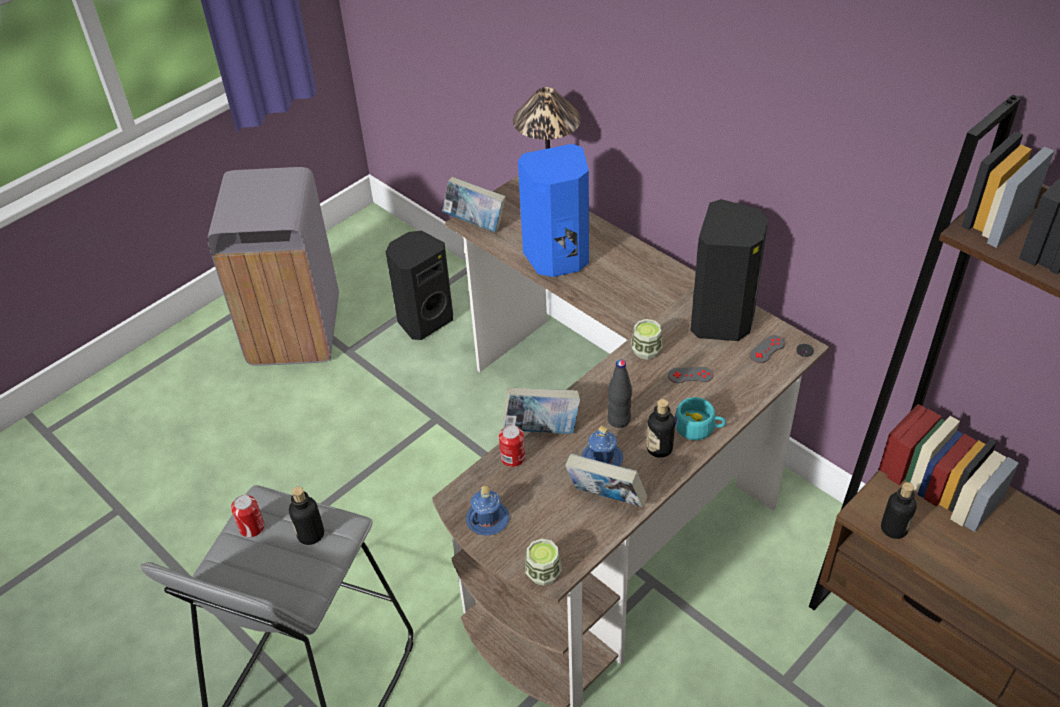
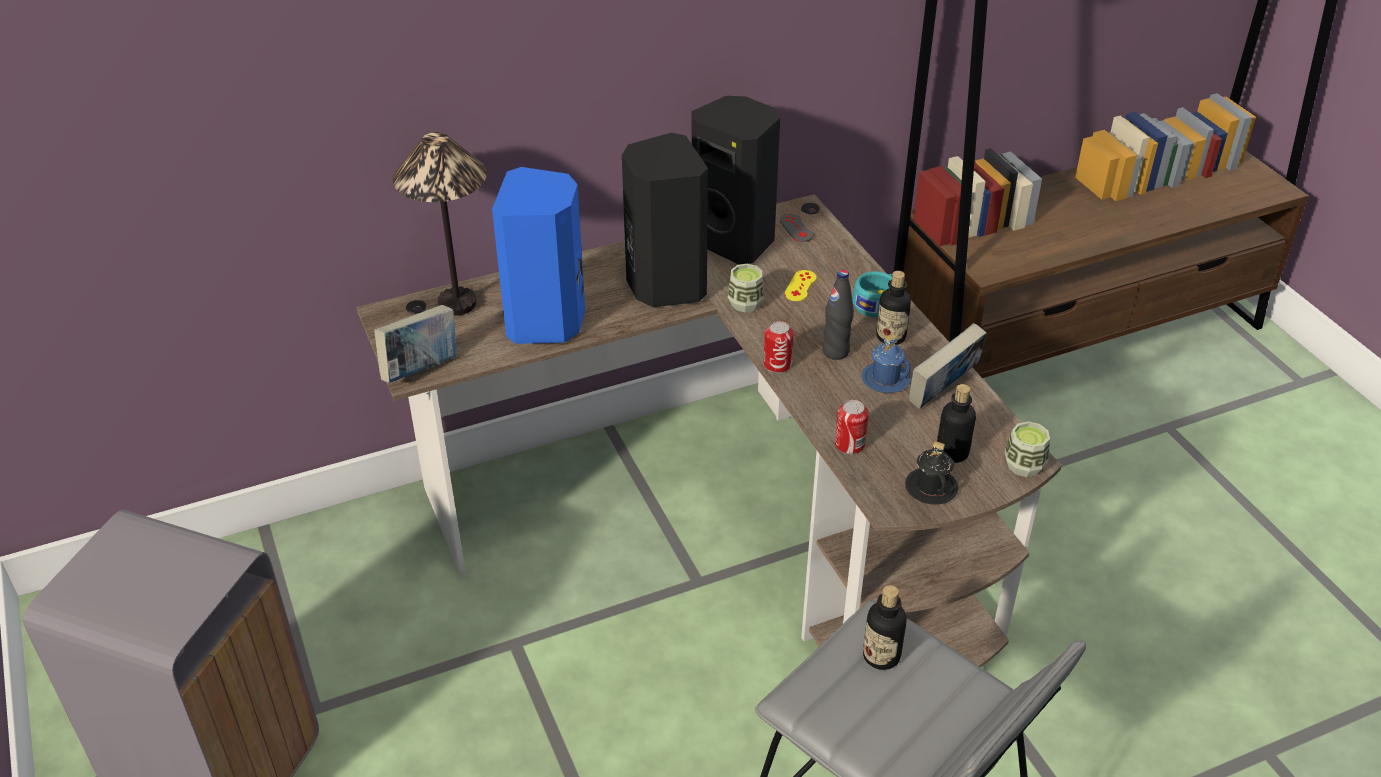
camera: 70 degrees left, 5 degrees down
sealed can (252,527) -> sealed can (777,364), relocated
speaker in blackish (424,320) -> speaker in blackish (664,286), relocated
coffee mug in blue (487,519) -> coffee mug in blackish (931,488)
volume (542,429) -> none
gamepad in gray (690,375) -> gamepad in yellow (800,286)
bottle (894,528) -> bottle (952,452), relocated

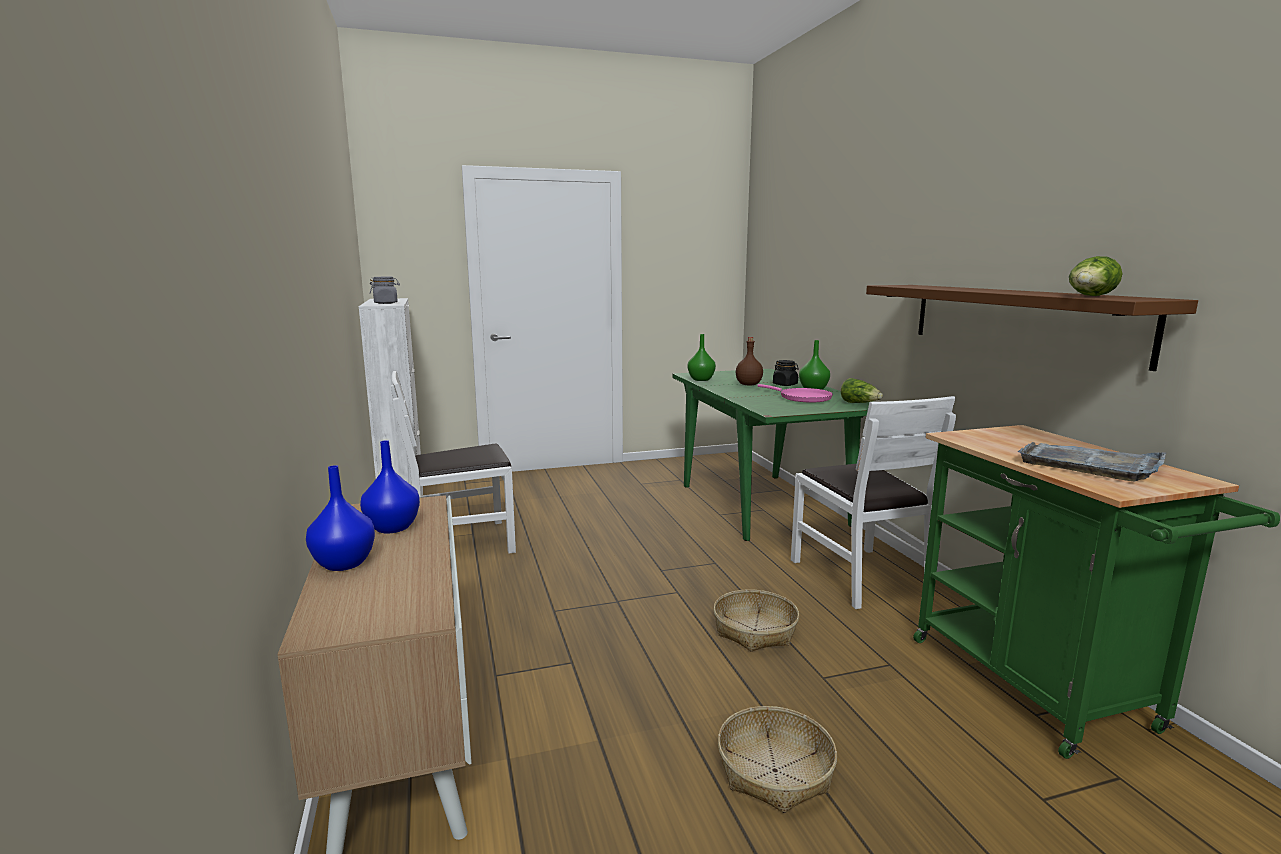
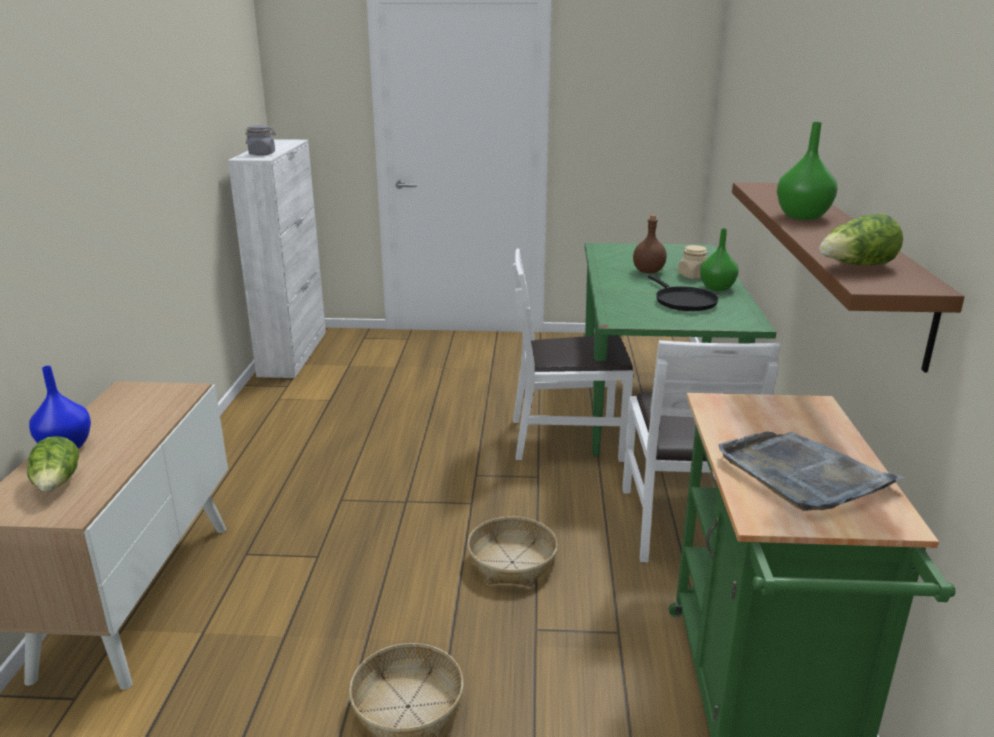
camera: 20 degrees right, 10 degrees up
flower vase in blue (391,528) -> none
chair in whitish (459,543) -> chair in whitish (567,438), relocated
flower vase in greenish (701,380) -> flower vase in greenish (802,216), relocated
pan in pink (802,398) -> pan in blackish (683,301)
preserve jar in blackish (785,384) -> preserve jar in beige-coloured (693,276)
lettuce (859,403) -> lettuce (57,484), relocated

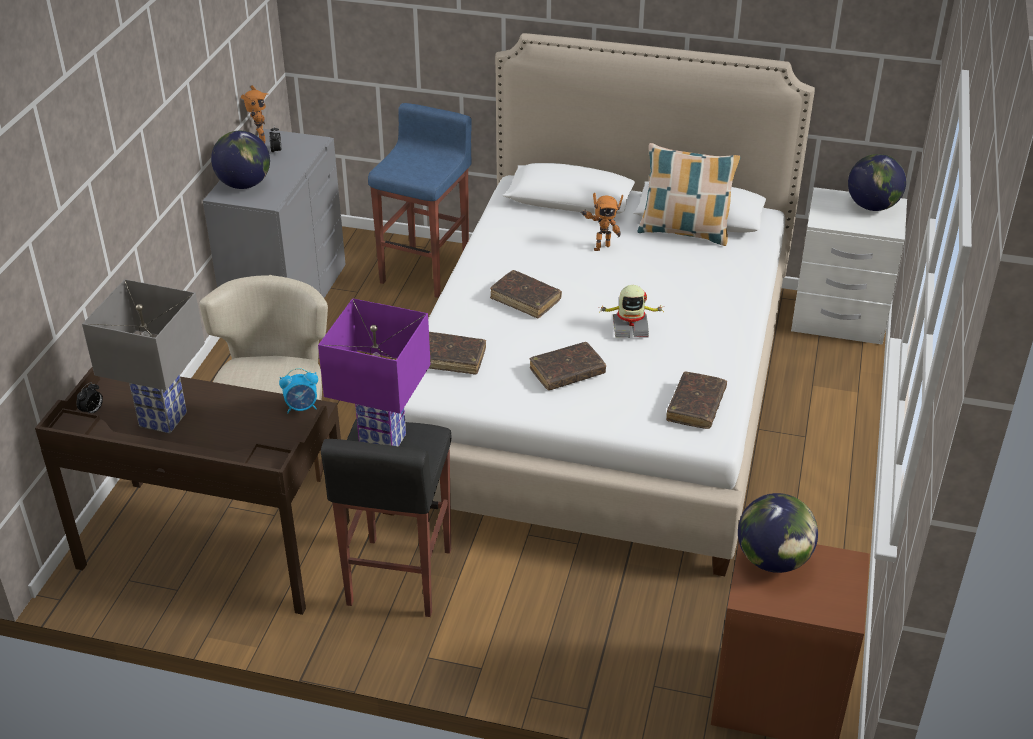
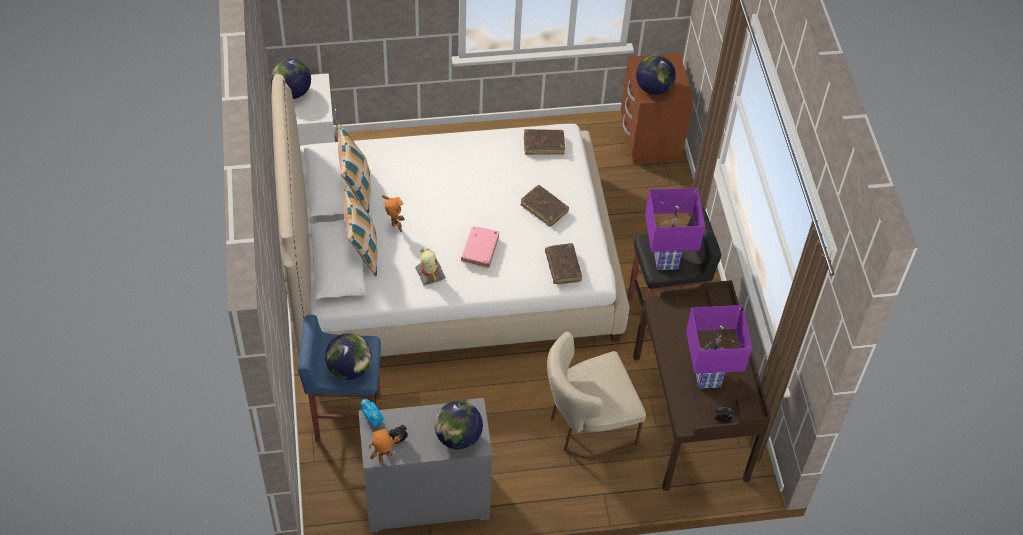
camera: 115 degrees left, 15 degrees up
tabletop lamp in gray (161,420) -> tabletop lamp in purplish (708,378)
alarm clock (302,407) -> alarm clock (372,420), relocated
volume in brown (525,300) -> volume in pink (480,250)
toy robot (630,328) -> toy robot (429,274), relocated
none -> desk globe (349,369)
none -> cushion (362,250)

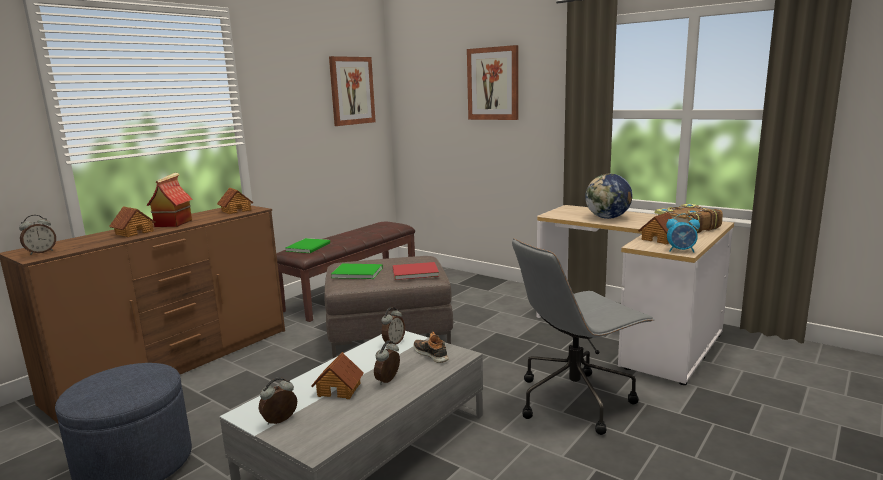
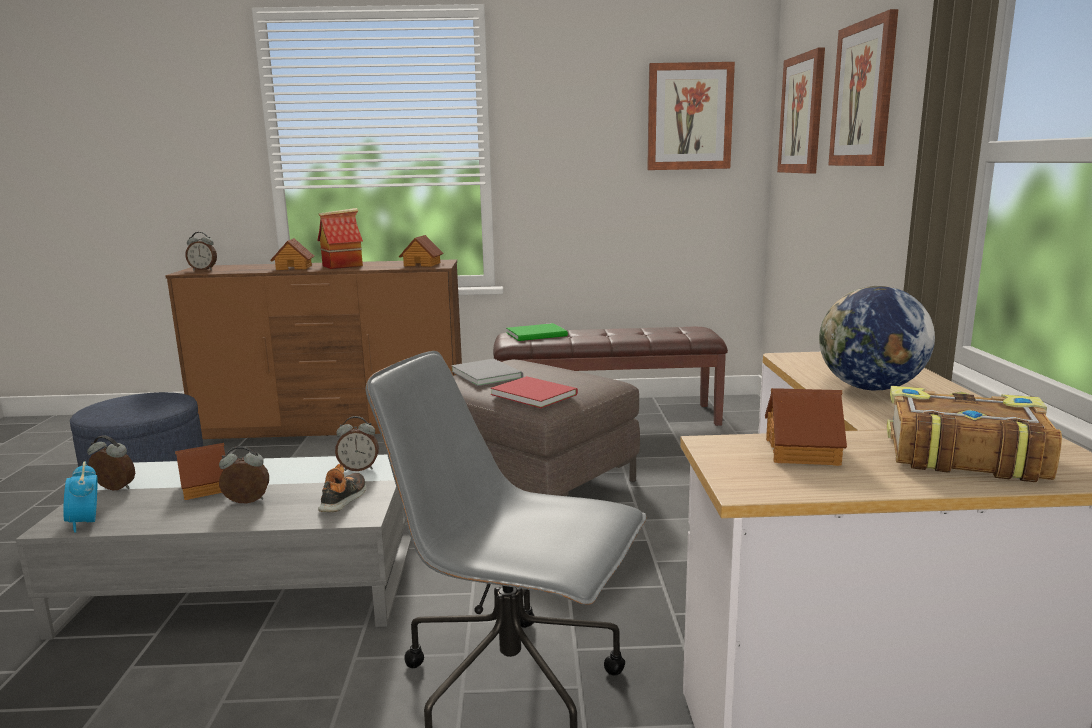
camera: 50 degrees right, 0 degrees up
volume in greenish (356,272) -> volume in gray (487,374)
alarm clock (681,250) -> alarm clock (85,523), relocated
none -> picture (802,114)

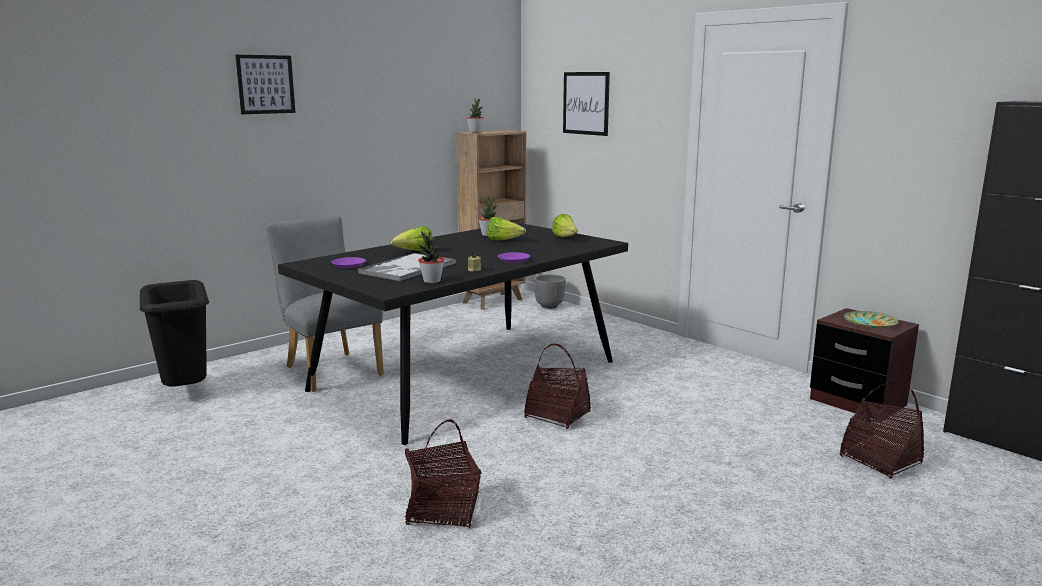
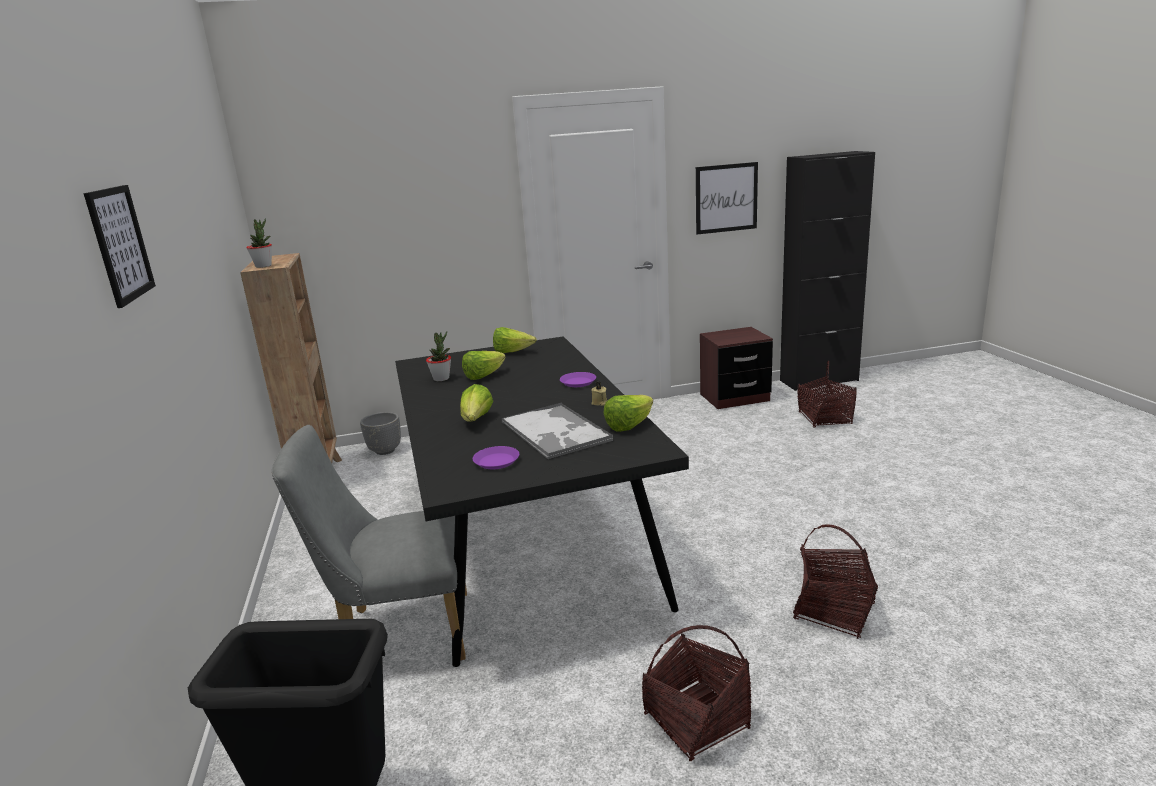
camera: 60 degrees left, 5 degrees up
potted plant (431,281) -> lettuce (629,426)
storage basket (557,415) -> storage basket (697,721), relocated
picture (586,103) -> picture (726,198), relocated
flat dish (869,323) -> none

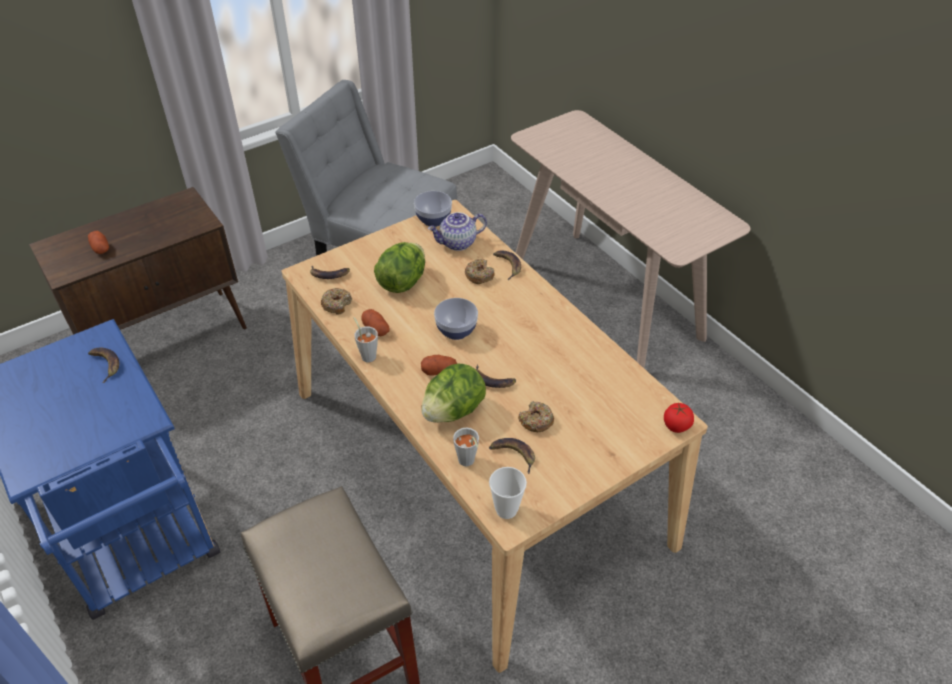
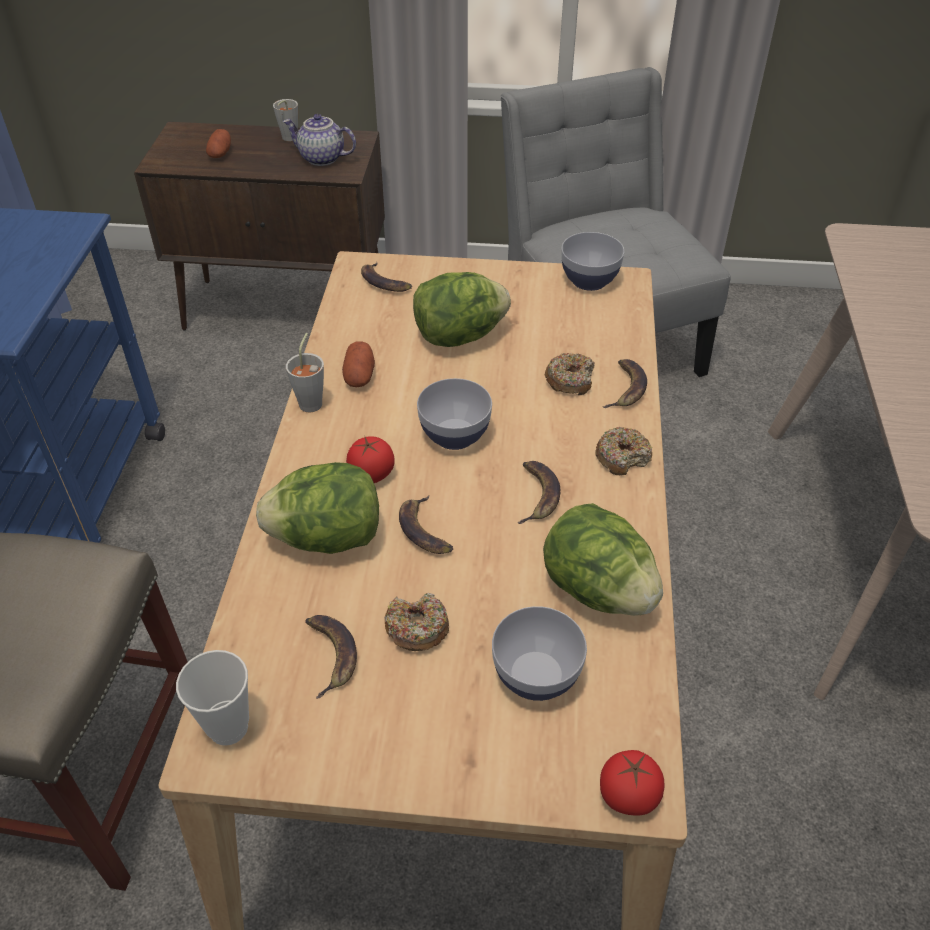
camera: 40 degrees right, 0 degrees up
banana fruit (105,364) -> banana fruit (537,494), relocated
ring doughnut (337,304) -> ring doughnut (622,457), relocated
spud (439,371) -> tomato (371,474)
pot for tea (458,243) -> pot for tea (321,159), relocated
small cup in gray (467,463) -> small cup in gray (288,139), relocated
none -> serving bowl (536,675)
none -> lettuce (597,589)

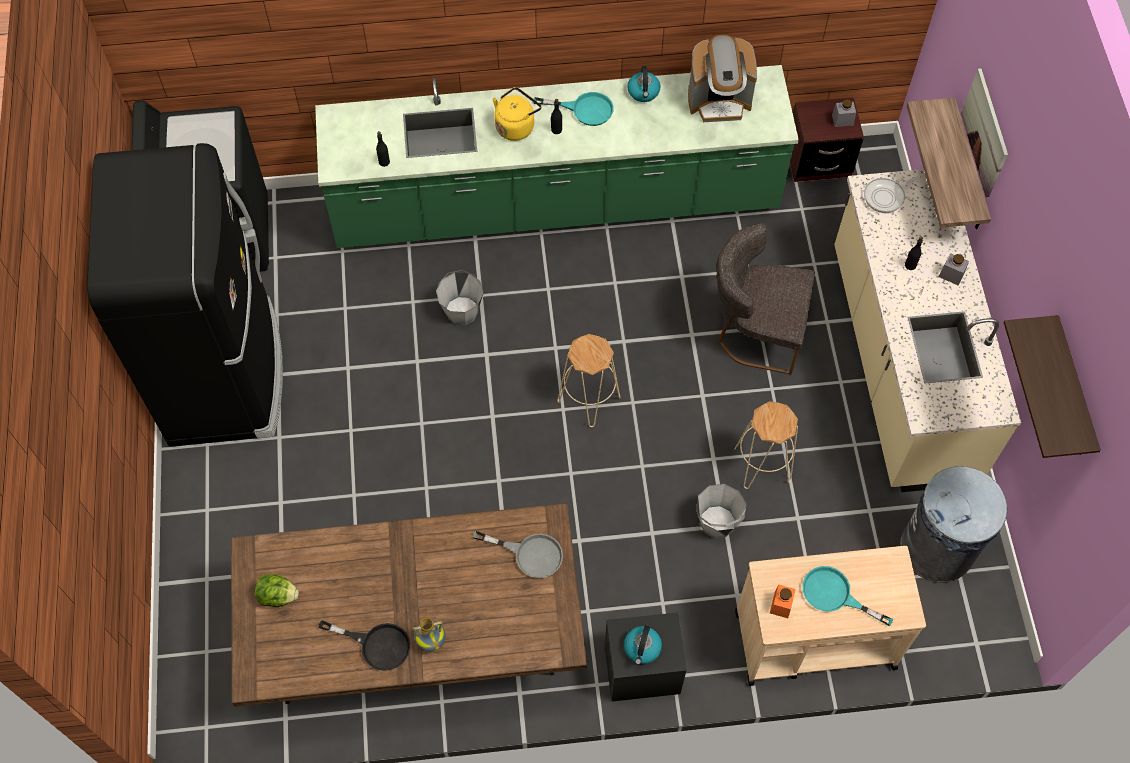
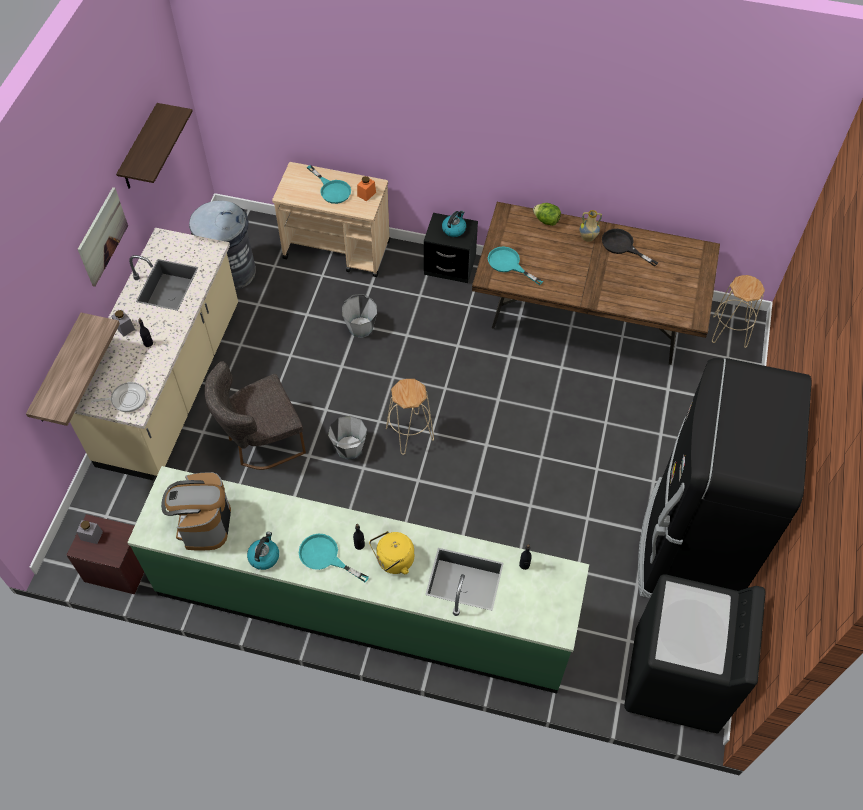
camera: 160 degrees left, 5 degrees down
lettuce (278,596) -> lettuce (546,220), relocated
bucket in gray (462,311) -> bucket in gray (349,448), relocated
pan in gray (530,554) -> pan in turquoise (508,264)
coffee maker (719,101) -> coffee maker (204,524), 105 degrees counterclockwise
chair in gray (755,332) -> chair in gray (261,442), 120 degrees clockwise
stool in beige-coloured (762,464) -> stool in beige-coloured (729,332), relocated
picture (985,132) -> picture (102,236), relocated

